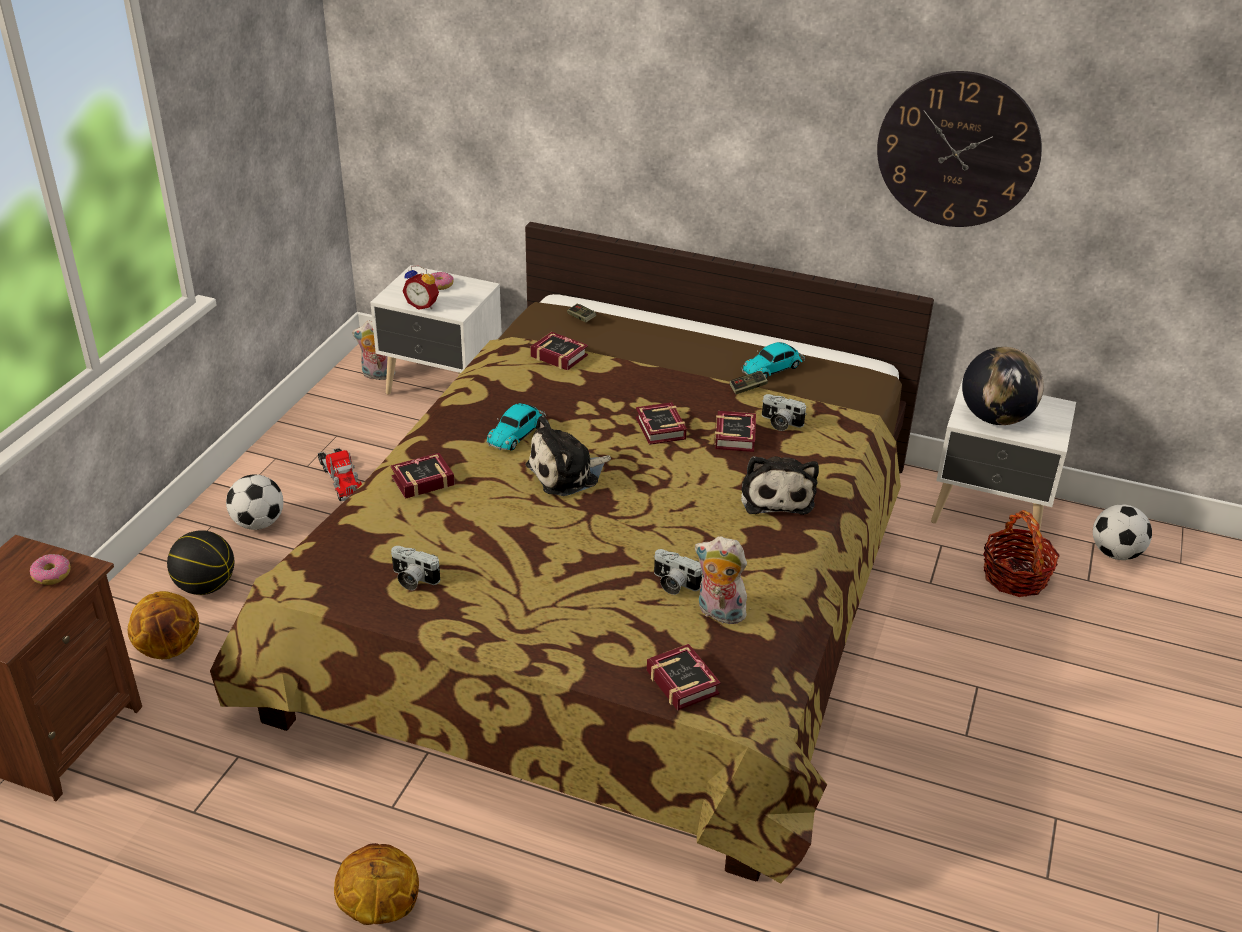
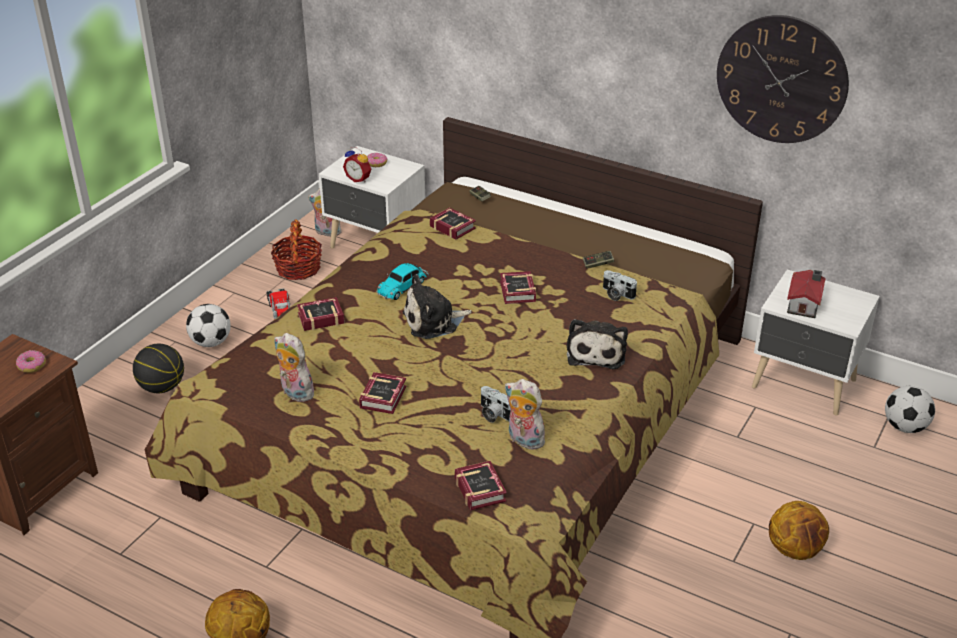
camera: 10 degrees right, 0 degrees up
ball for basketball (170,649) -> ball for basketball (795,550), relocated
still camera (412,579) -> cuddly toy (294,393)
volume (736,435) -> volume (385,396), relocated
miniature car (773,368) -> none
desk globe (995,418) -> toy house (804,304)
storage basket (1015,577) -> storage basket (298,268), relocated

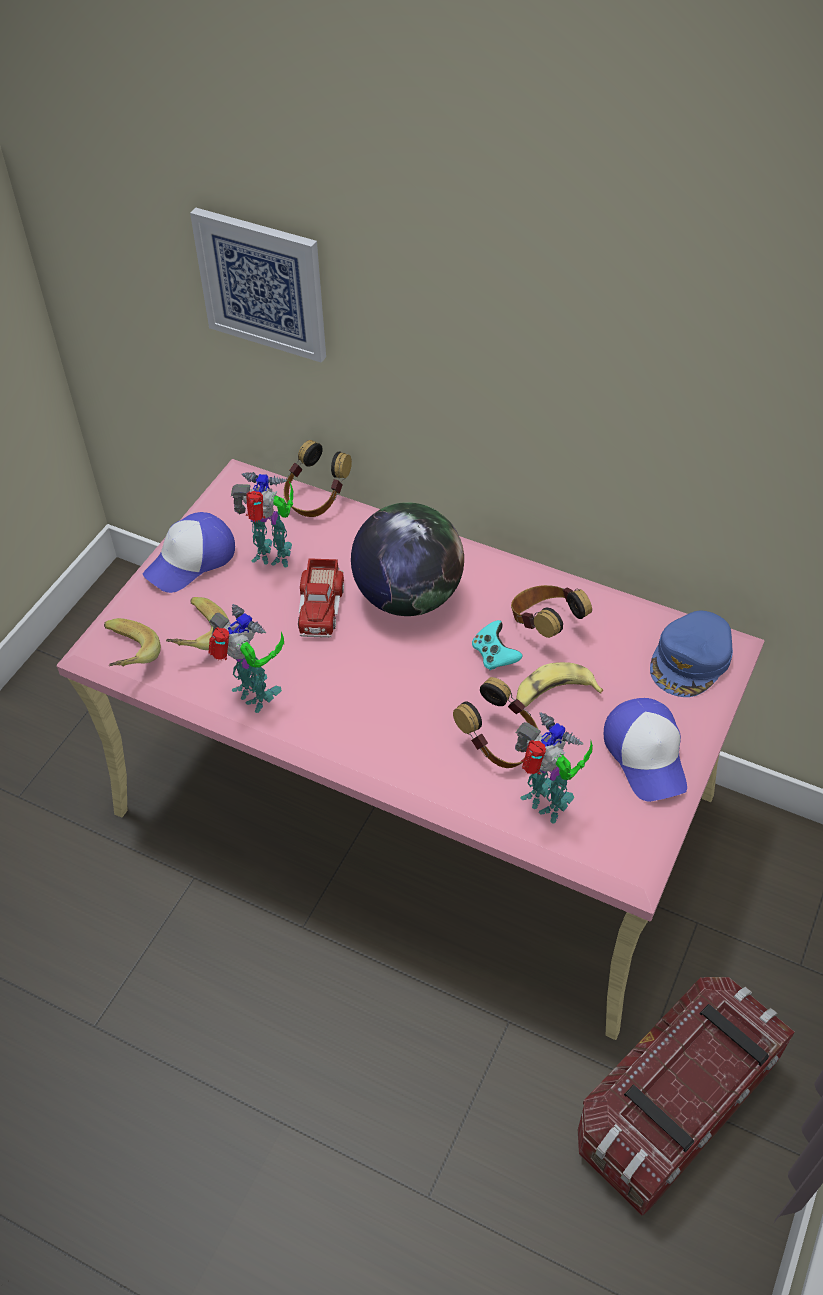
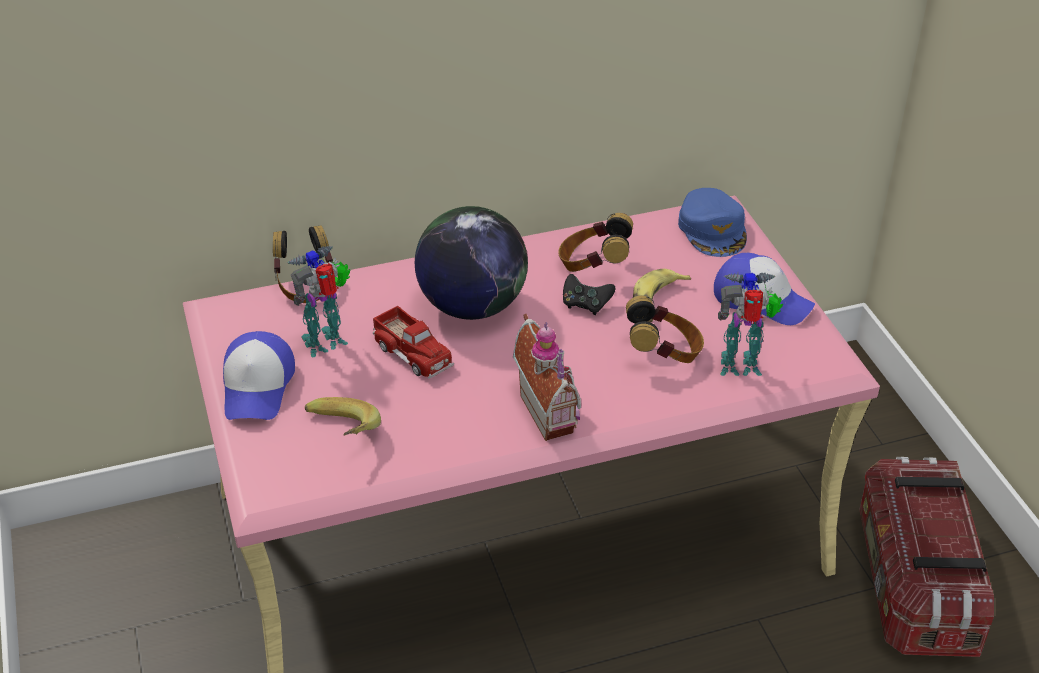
camera: 45 degrees left, 10 degrees down
banana fruit (126,658) -> none
picture (262,284) -> none
toy robot (254,696) -> none
gamepad in turquoise (494,655) -> gamepad in blackish (585,304)
none -> toy house (552,411)

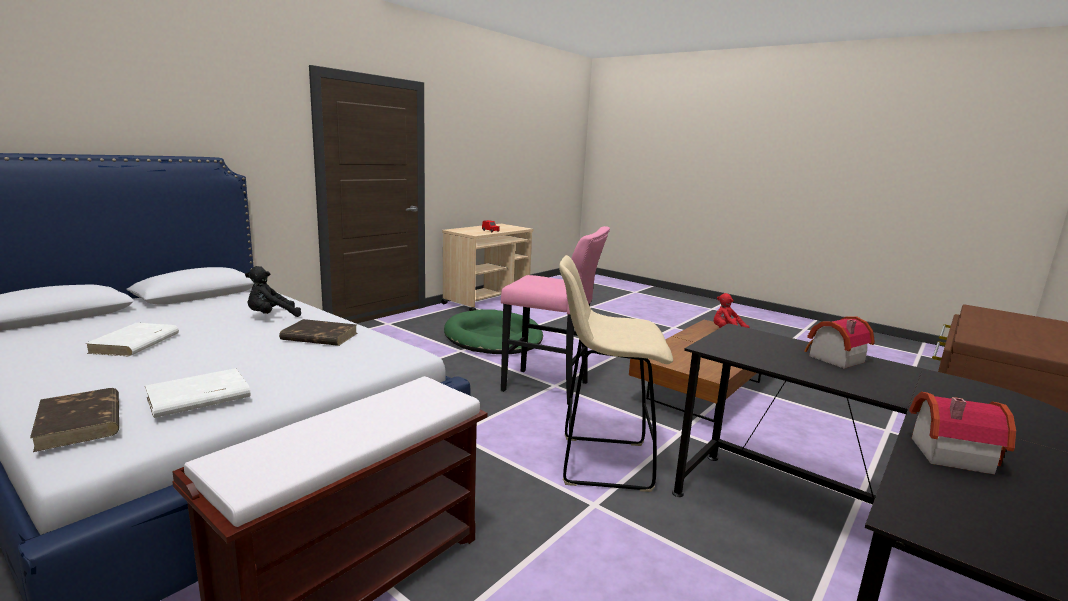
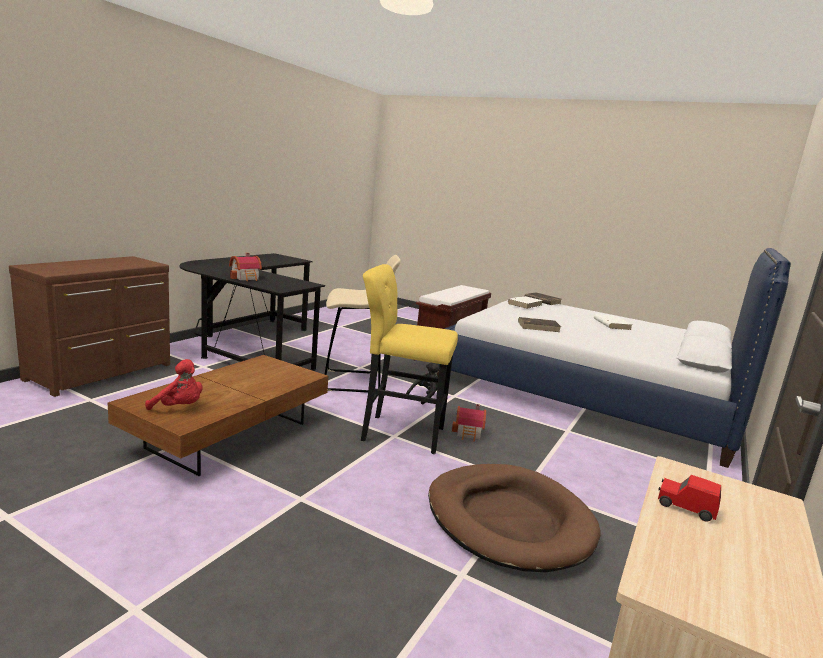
camera: 170 degrees right, 0 degrees up
cuddly toy in blackish (271,316) -> cuddly toy in blackish (425,397), relocated
dog cushion in greenish (493,337) -> dog cushion in brown (508,520)
stool in pink (549,388) -> stool in yellow (398,433)
toy house (946,452) -> toy house (469,433), relocated

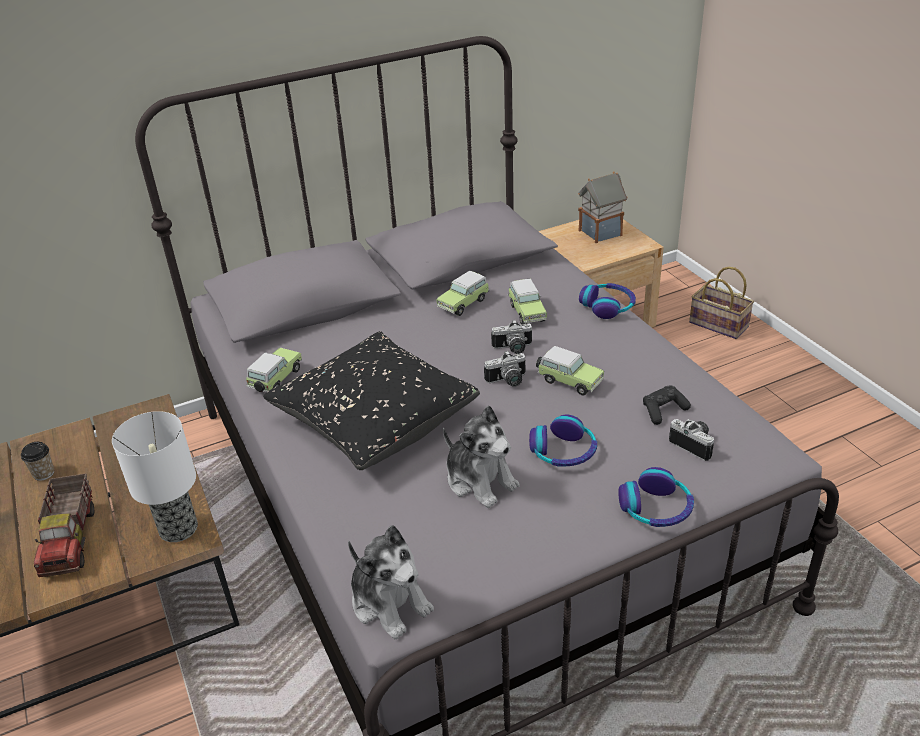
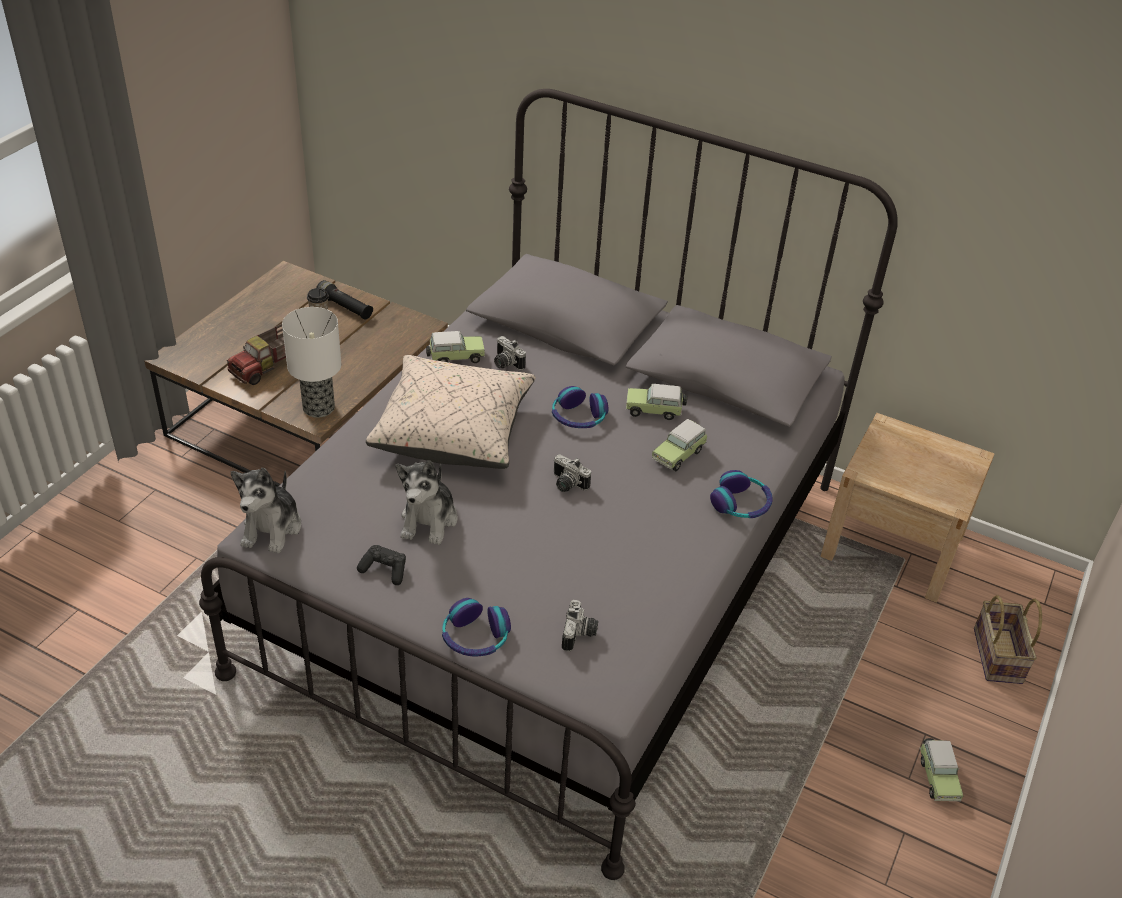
camera: 50 degrees right, 5 degrees up
cushion in blackish (374,419) -> cushion in beige-coloured (453,431)
still camera (513,349) -> still camera (505,363), relocated
headphones (563,452) -> headphones (578,417), relocated
miniature car (568,381) -> miniature car (937,777), relocated
toy house (601,232) -> none
gamepad in blackish (663,411) -> gamepad in blackish (384,570), relocated
none -> flashlight in blackish (344,307)

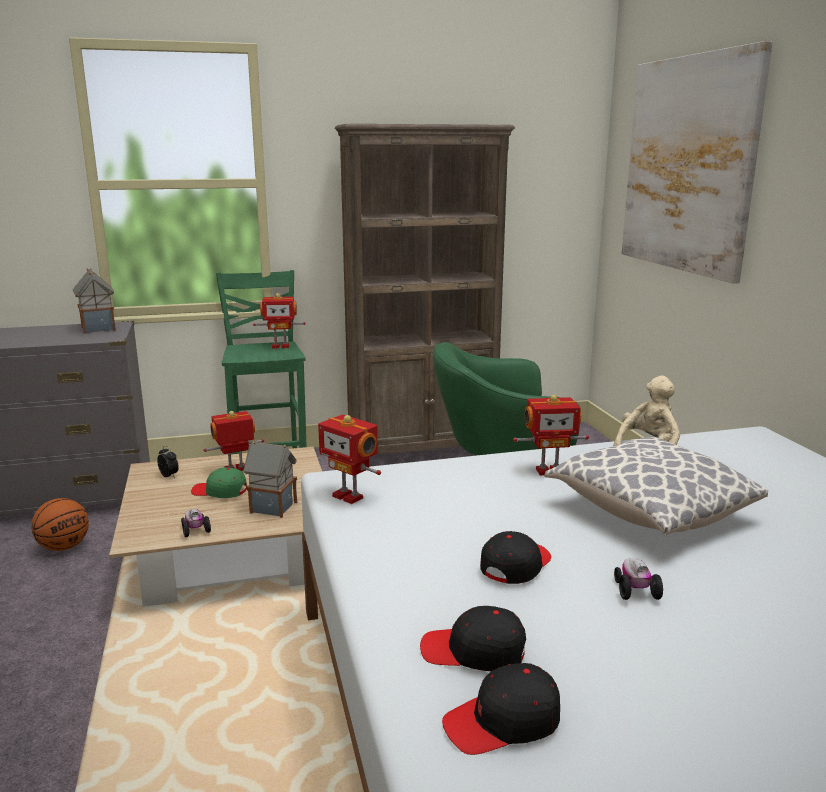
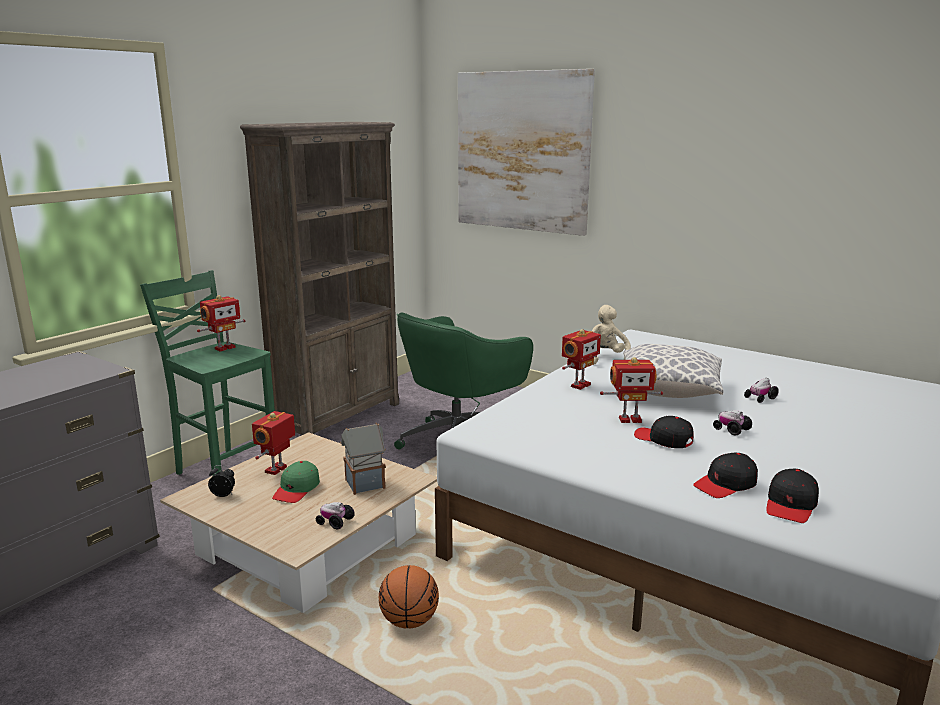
camera: 40 degrees left, 0 degrees up
ball for basketball (64,547) -> ball for basketball (409,621), relocated
toy house (98,328) -> none
baseball cap in greenish (220,491) -> baseball cap in greenish (297,489), 45 degrees counterclockwise
toy robot (349,496) -> toy robot (629,419), relocated
baseball cap in blackish (515,565) -> baseball cap in blackish (663,440), 45 degrees counterclockwise
none -> miniature car (760,398)

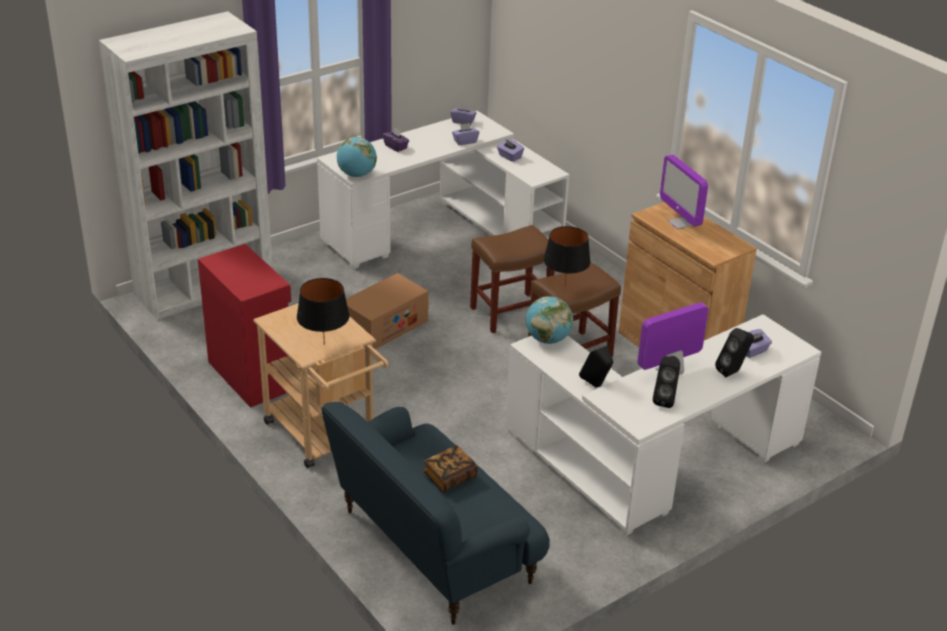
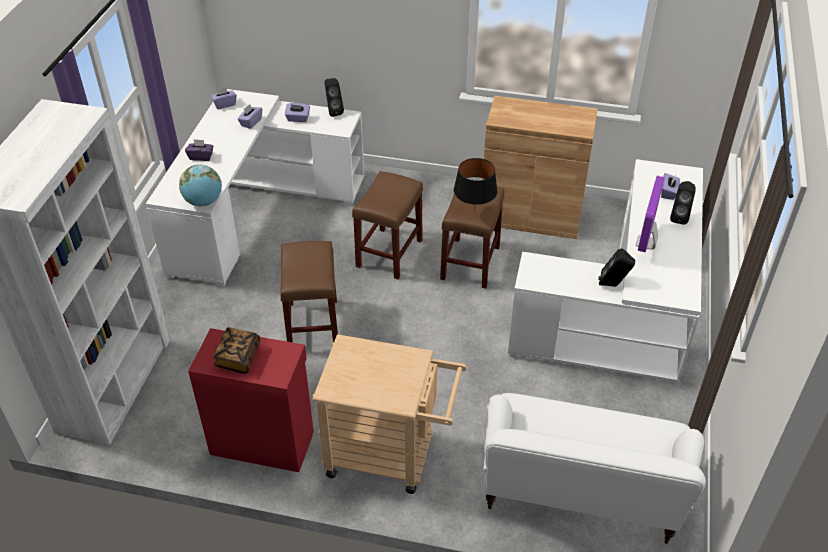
camera: 40 degrees left, 10 degrees up
tabletop lamp in blackish (324,344) -> none
sofa in blue (433,549) -> sofa in whitish (580,492)
carton (384,326) -> stool in brown (312,324)
volume (449,477) -> volume (238,357), relocated
desk globe (547,339) -> none
speaker in blackish (665,400) -> speaker in blackish (333,111), relocated
computer display (680,223) -> none

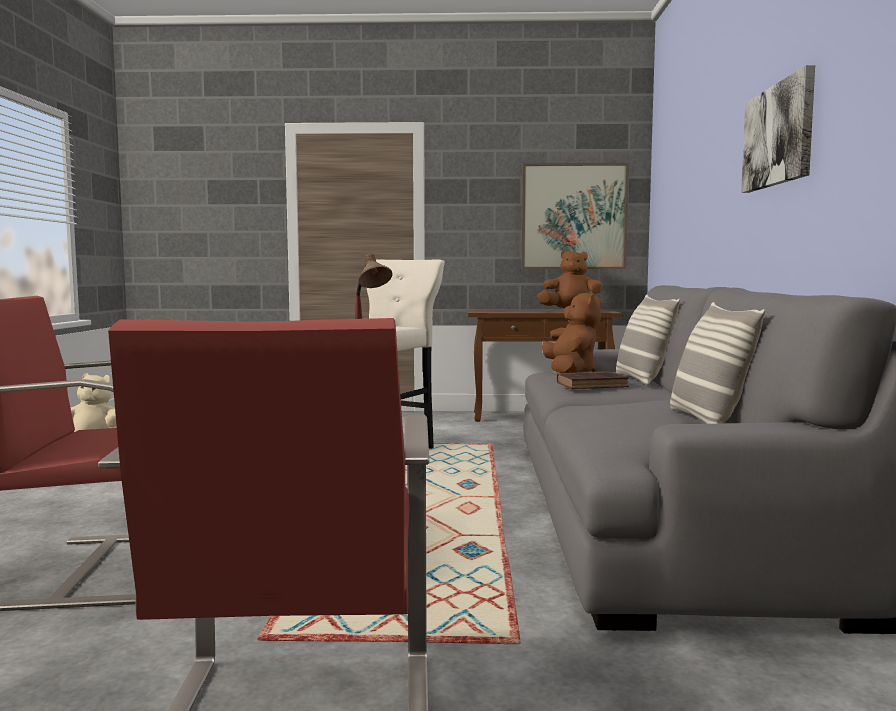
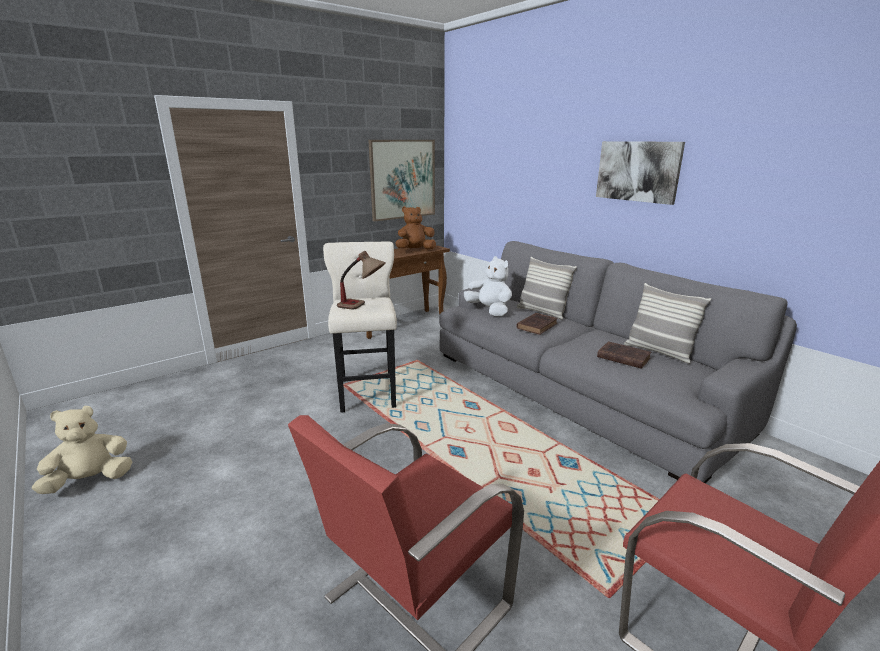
camera: 40 degrees left, 15 degrees up
cuddly toy in brown (570,372) -> cuddly toy in whitish (489,311)
none -> volume in brown (622,357)

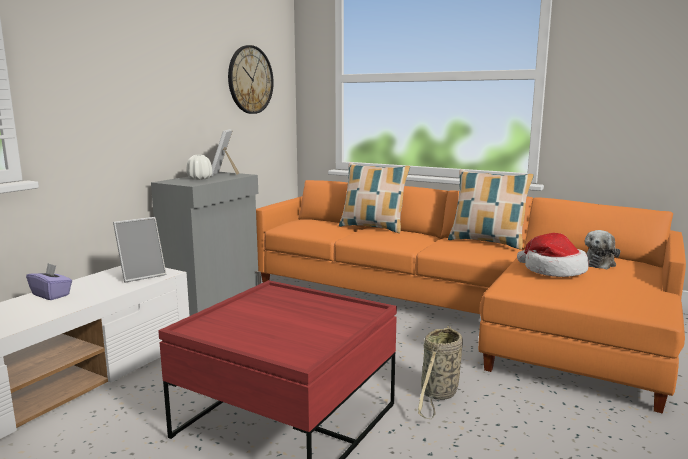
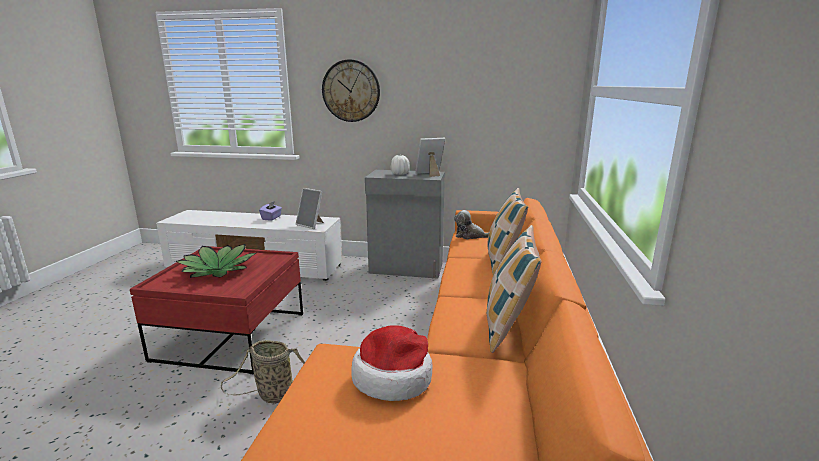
camera: 70 degrees right, 5 degrees up
hanging clock (250,80) -> hanging clock (351,91), relocated
cuddly toy (598,263) -> cuddly toy (470,236), relocated
none -> potted plant (218,270)

